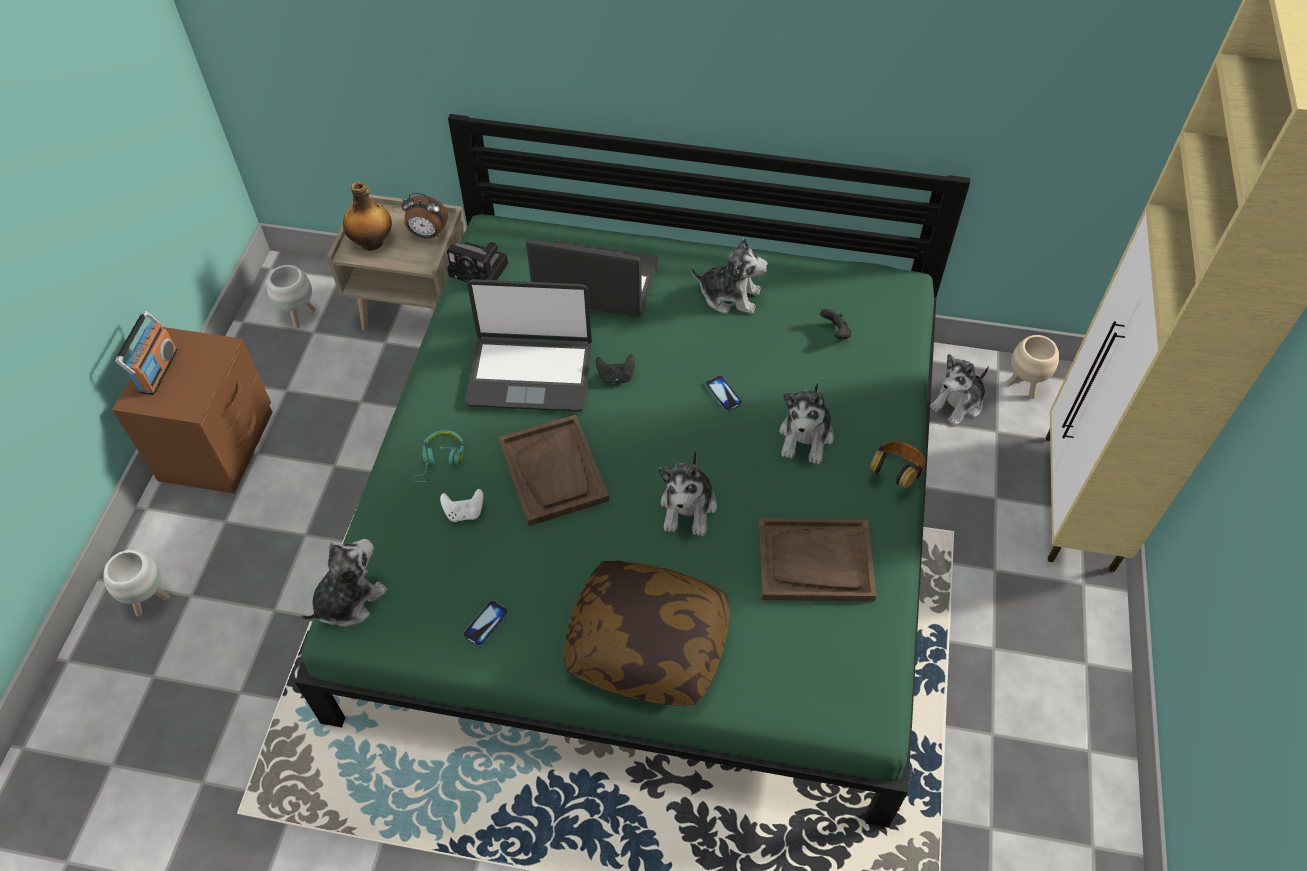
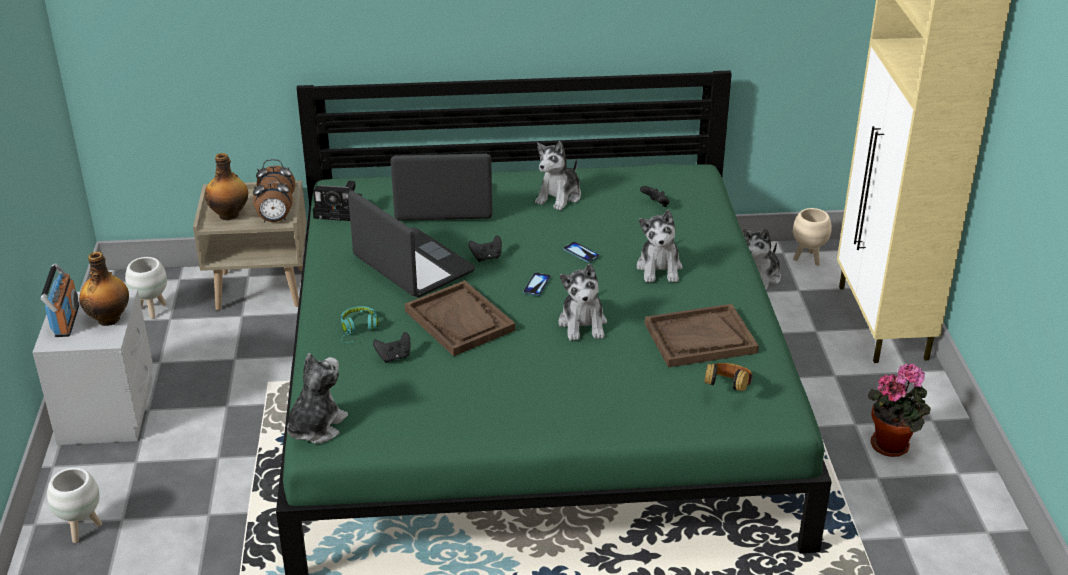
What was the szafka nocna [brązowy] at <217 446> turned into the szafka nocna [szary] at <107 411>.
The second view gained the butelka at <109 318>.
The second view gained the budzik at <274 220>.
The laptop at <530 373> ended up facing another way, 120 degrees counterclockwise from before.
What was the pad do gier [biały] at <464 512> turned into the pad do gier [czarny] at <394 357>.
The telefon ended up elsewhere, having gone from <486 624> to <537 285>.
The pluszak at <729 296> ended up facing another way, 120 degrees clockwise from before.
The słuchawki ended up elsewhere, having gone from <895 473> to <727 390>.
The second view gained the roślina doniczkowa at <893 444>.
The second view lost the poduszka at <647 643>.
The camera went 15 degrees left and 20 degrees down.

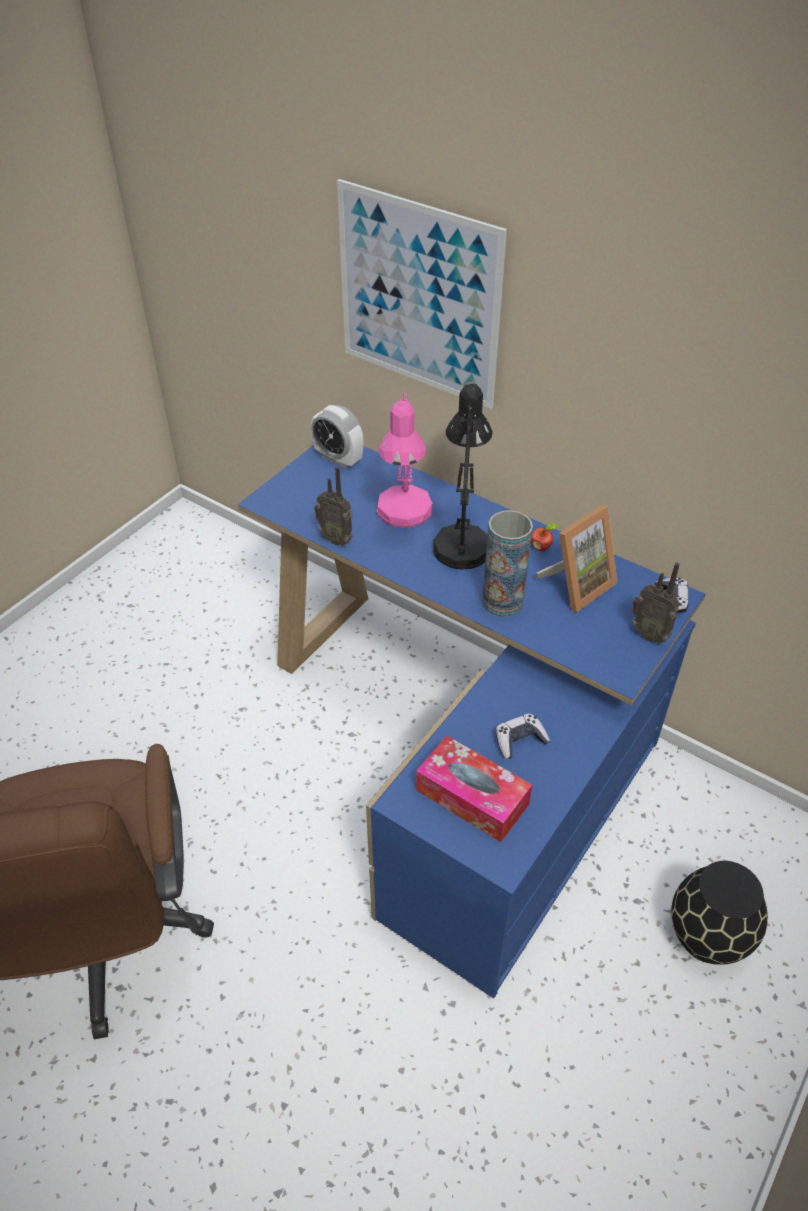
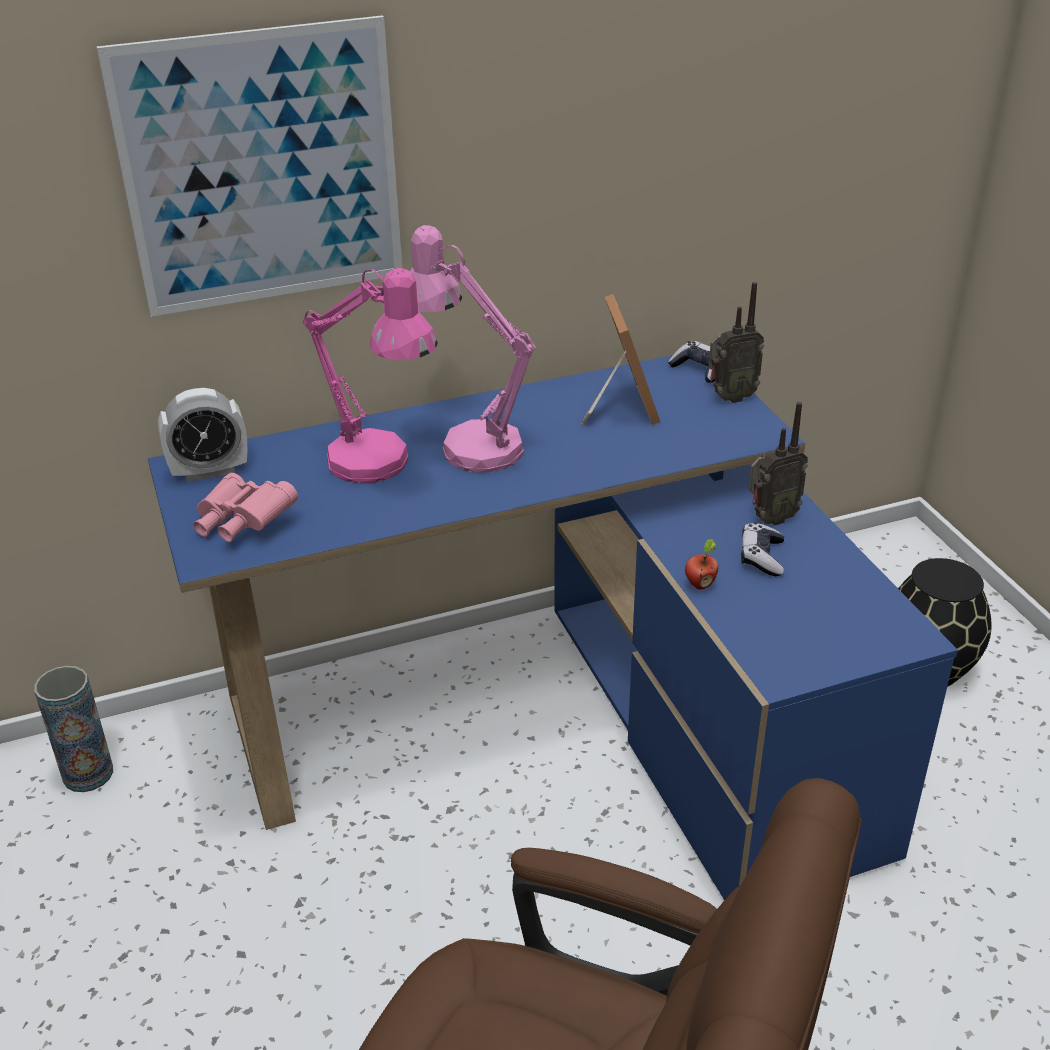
The wazon ended up elsewhere, having gone from <502 602> to <88 773>.
The second view gained the lornetka [różowy] at <242 524>.
What was the lampa stołowa [czarny] at <462 540> turned into the lampa stołowa [różowy] at <469 444>.
The jabłko ended up elsewhere, having gone from <541 548> to <700 584>.
The radio ended up elsewhere, having gone from <337 539> to <770 519>.
The second view lost the pudełko chusteczek at <472 797>.
The camera went 55 degrees left and 10 degrees down.

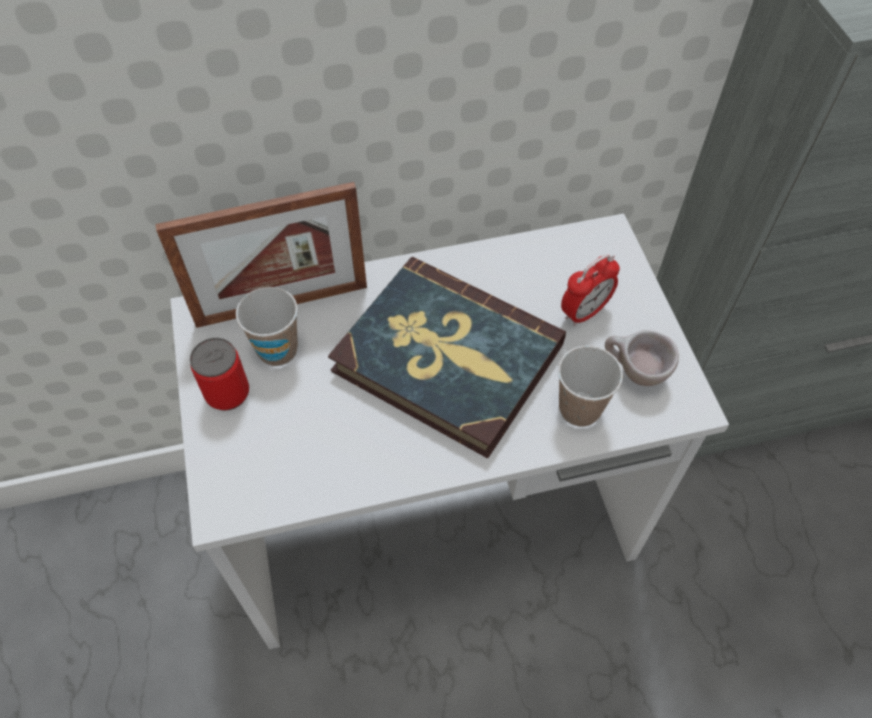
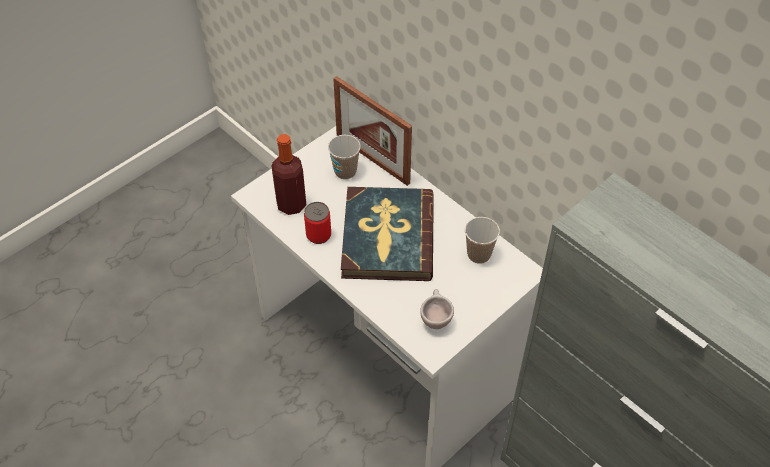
The second view gained the butelka at <291 204>.
The puszka ended up elsewhere, having gone from <227 393> to <318 235>.
The filiżanka ended up elsewhere, having gone from <579 409> to <479 254>.
The second view lost the budzik at <584 312>.
The camera went 60 degrees right and 5 degrees down.

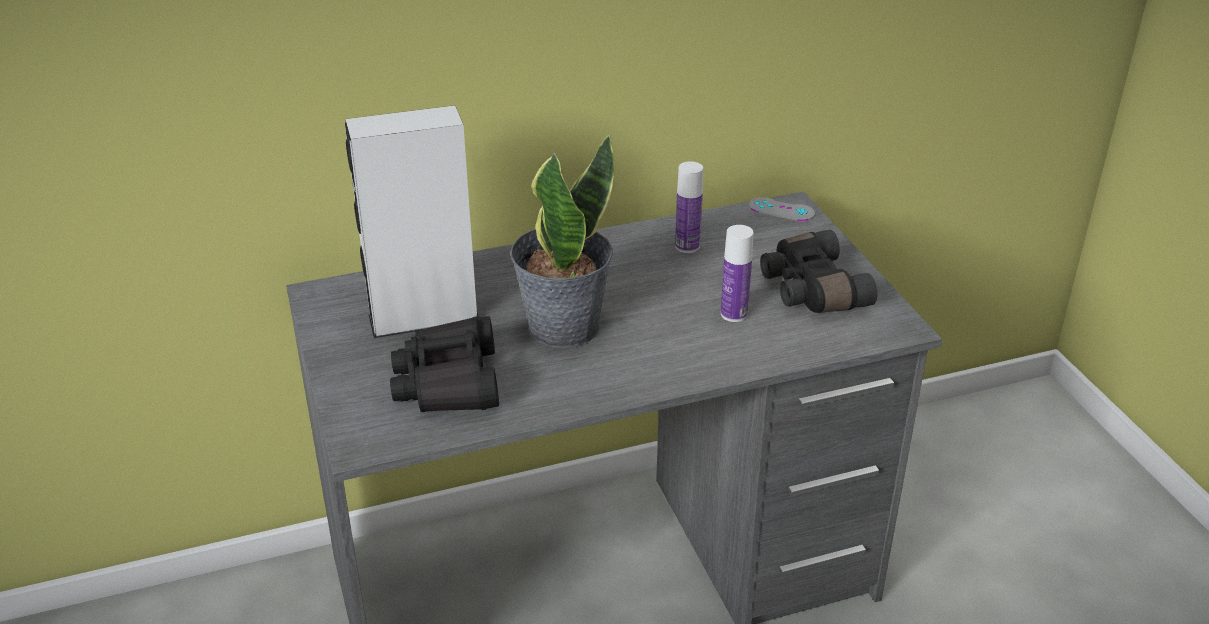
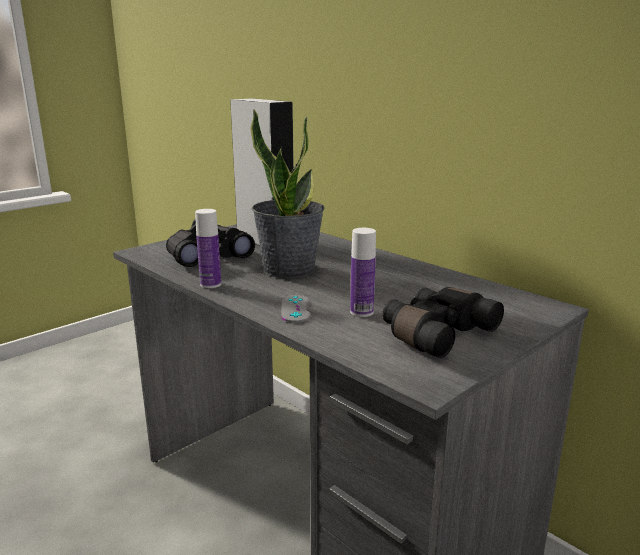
The butelka ended up elsewhere, having gone from <687 246> to <210 284>.
The pad do gier [szary] ended up elsewhere, having gone from <781 210> to <295 309>.
The camera went 65 degrees right and 15 degrees down.

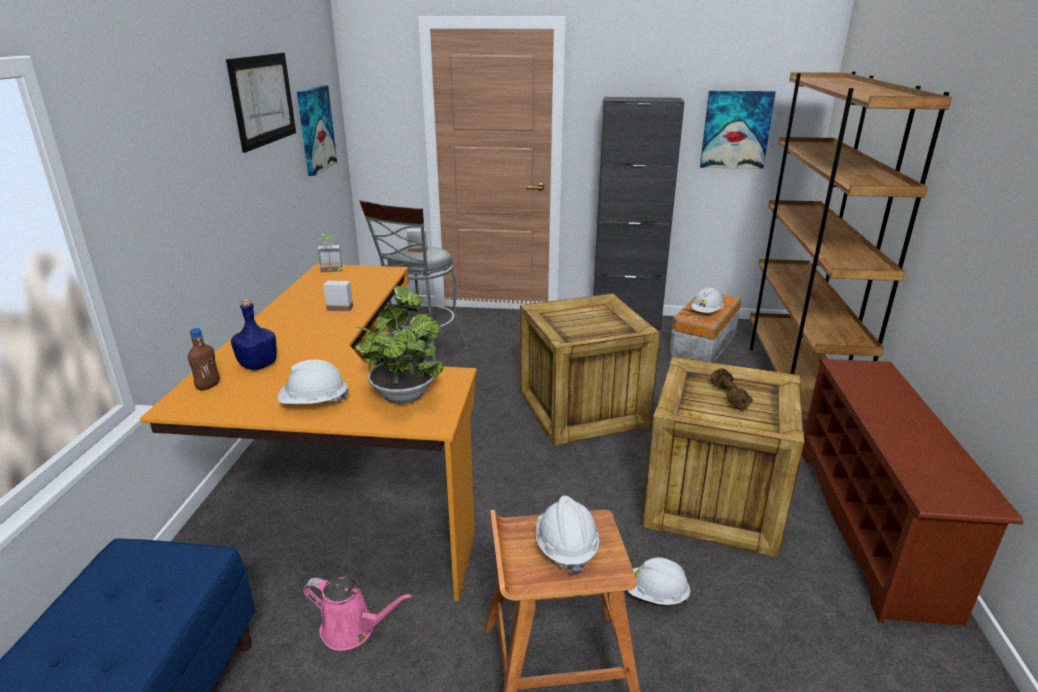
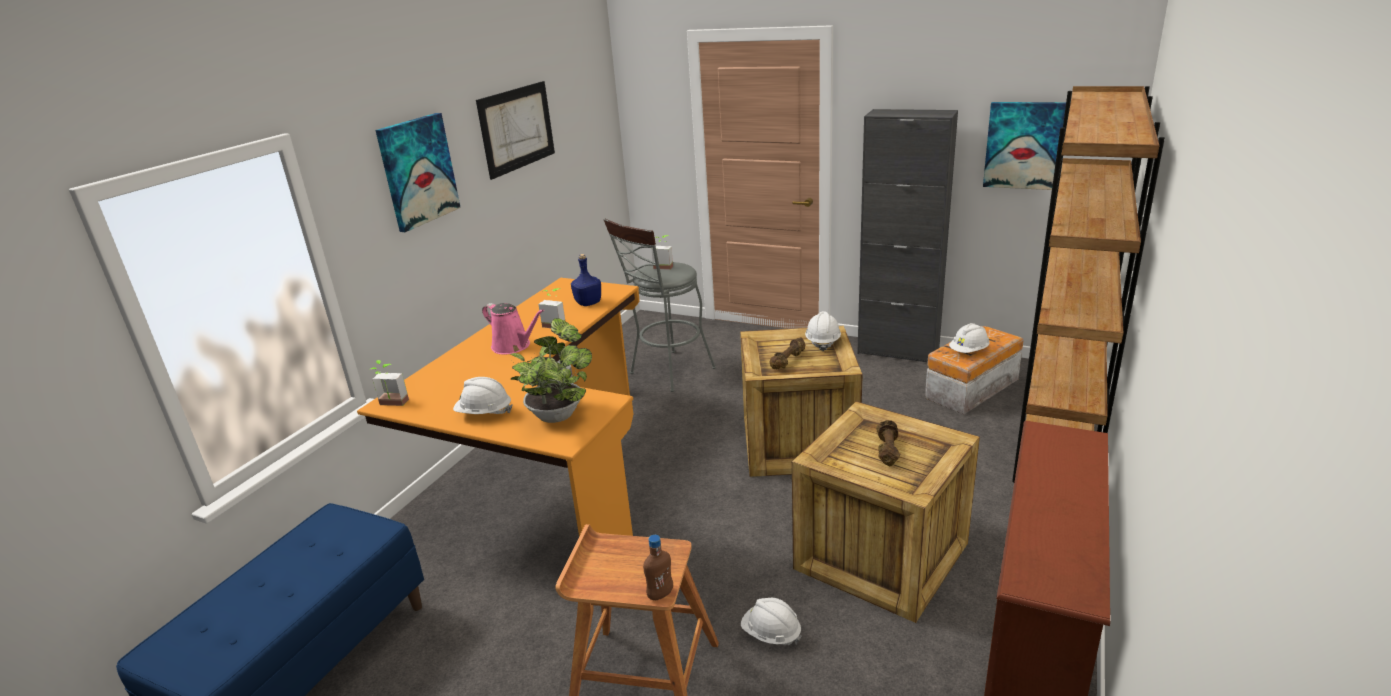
The roślina doniczkowa ended up elsewhere, having gone from <331 271> to <391 405>.
The obraz ended up elsewhere, having gone from <315 129> to <418 171>.
The konewka [różowy] ended up elsewhere, having gone from <353 629> to <514 346>.
The butelka [niebieski] ended up elsewhere, having gone from <257 365> to <588 303>.
The butelka [brązowy] ended up elsewhere, having gone from <208 386> to <660 594>.
The second view gained the hantel [brązowy] at <788 361>.
The kask [biały] ended up elsewhere, having gone from <566 548> to <822 342>.
The camera went 20 degrees right and 0 degrees up.

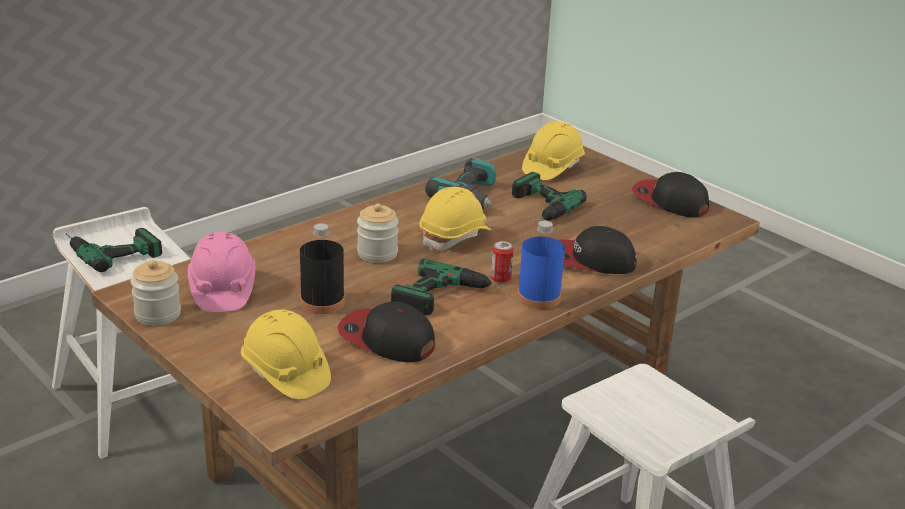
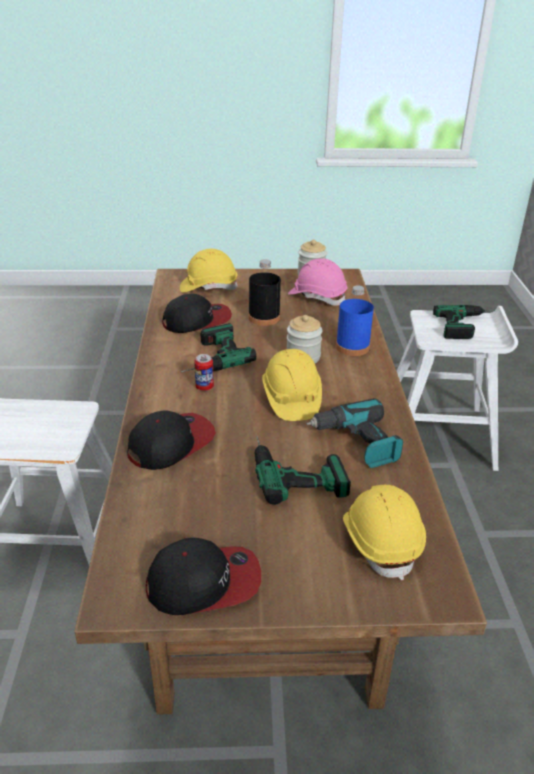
The butelka [niebieski] ended up elsewhere, having gone from <538 297> to <352 347>.
The camera went 130 degrees right and 5 degrees up.

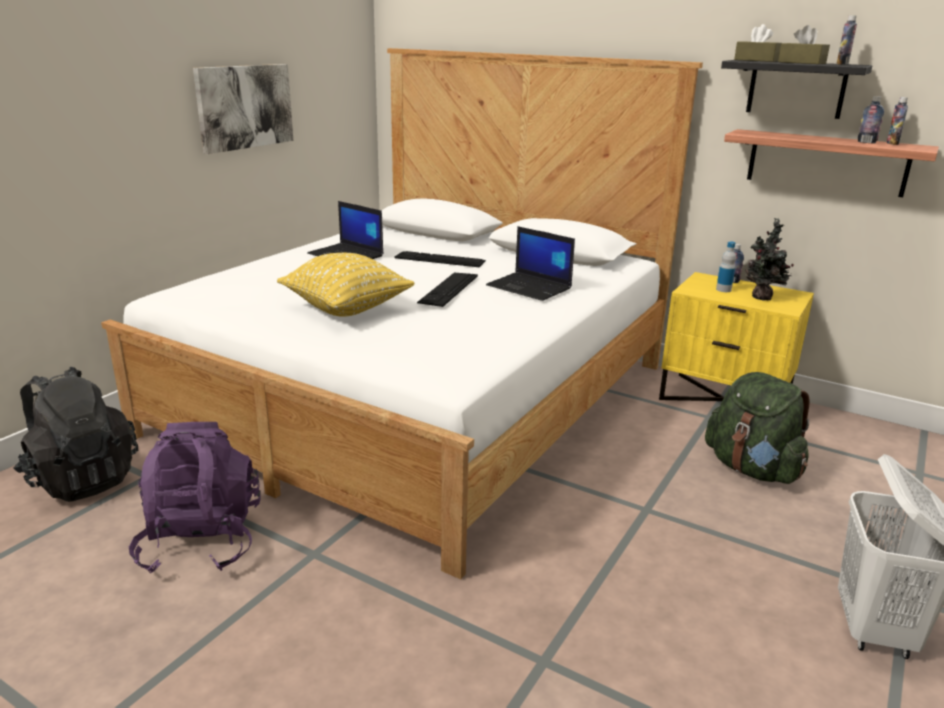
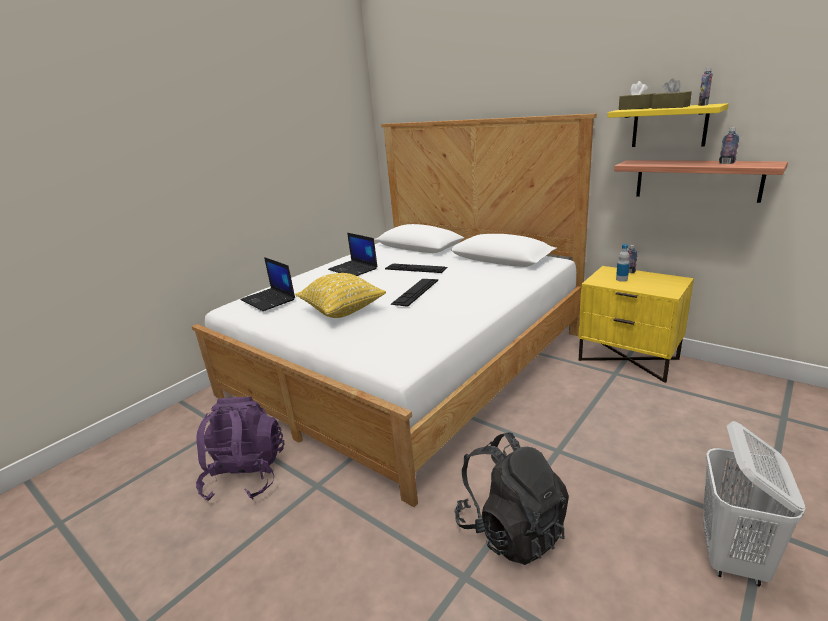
The laptop ended up elsewhere, having gone from <530 287> to <269 300>.
The plecak [czarny] ended up elsewhere, having gone from <82 479> to <511 530>.
What was the półka [czarny] at <796 89> turned into the półka [żółty] at <669 126>.
The second view lost the obraz at <244 106>.
The second view lost the plecak [zielony] at <752 469>.
The second view lost the roślina doniczkowa at <762 298>.
The second view lost the butelka at <892 143>.
The camera went 10 degrees right and 0 degrees up.

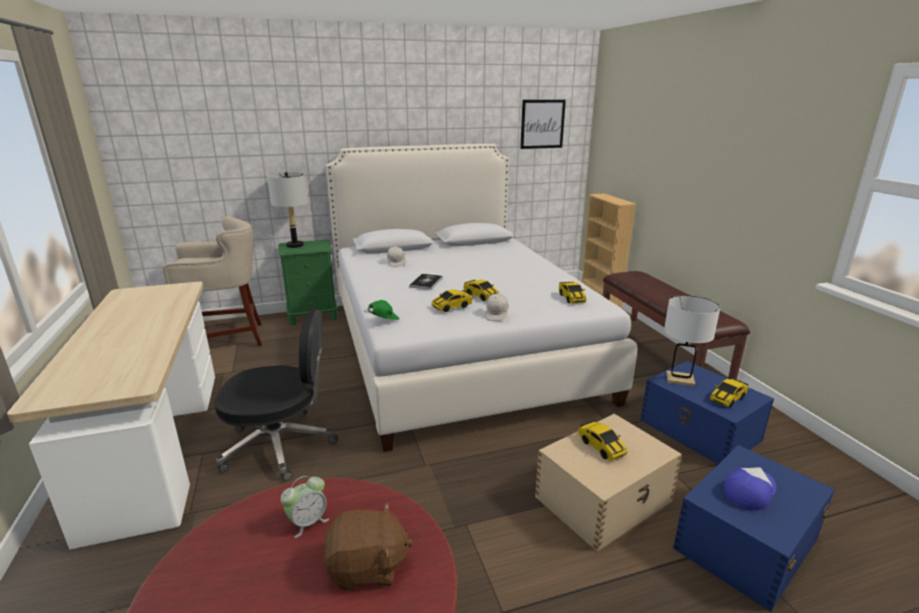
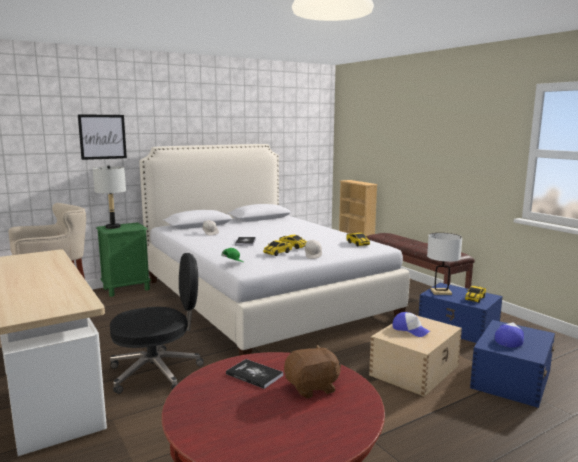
The obraz ended up elsewhere, having gone from <542 124> to <102 137>.
Where the budzik stood at <308 522>, the książka came to stand at <254 374>.
Where the samochodzik stood at <601 447>, the czapka z daszkiem came to stand at <410 330>.
The camera went 15 degrees left and 10 degrees down.

